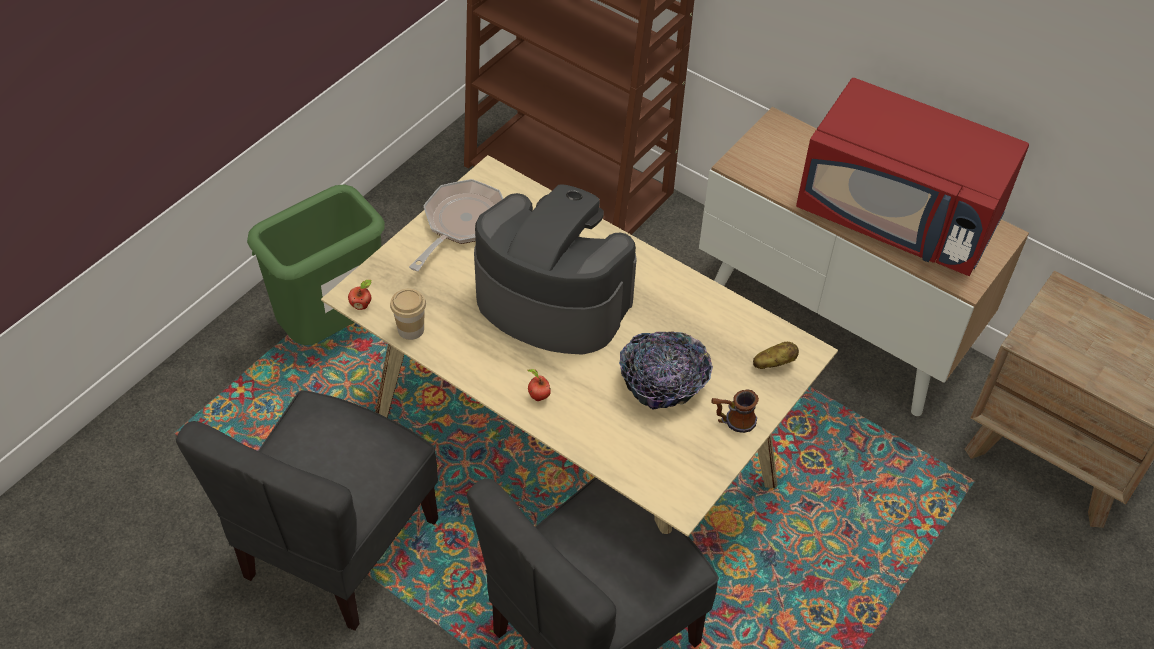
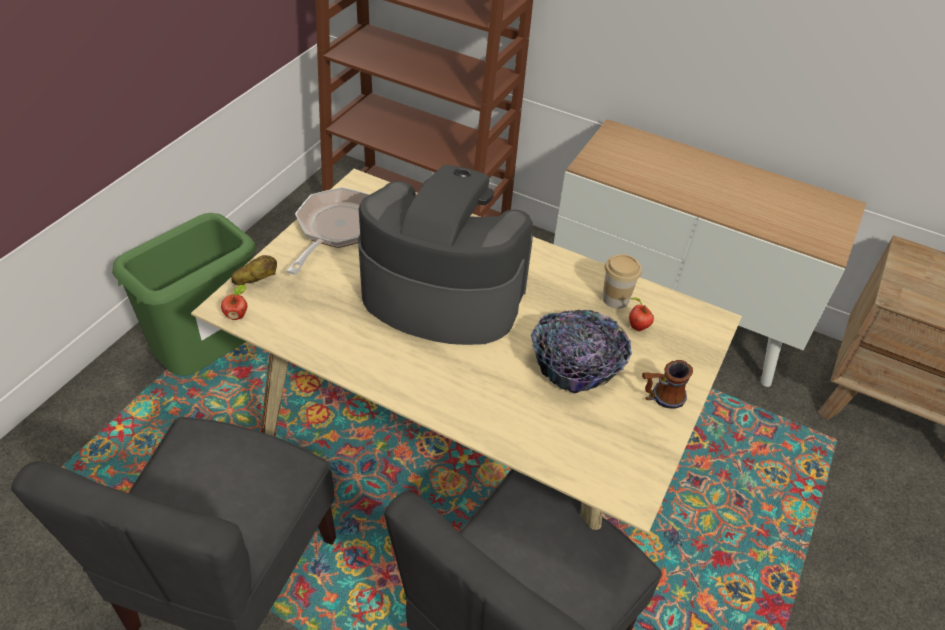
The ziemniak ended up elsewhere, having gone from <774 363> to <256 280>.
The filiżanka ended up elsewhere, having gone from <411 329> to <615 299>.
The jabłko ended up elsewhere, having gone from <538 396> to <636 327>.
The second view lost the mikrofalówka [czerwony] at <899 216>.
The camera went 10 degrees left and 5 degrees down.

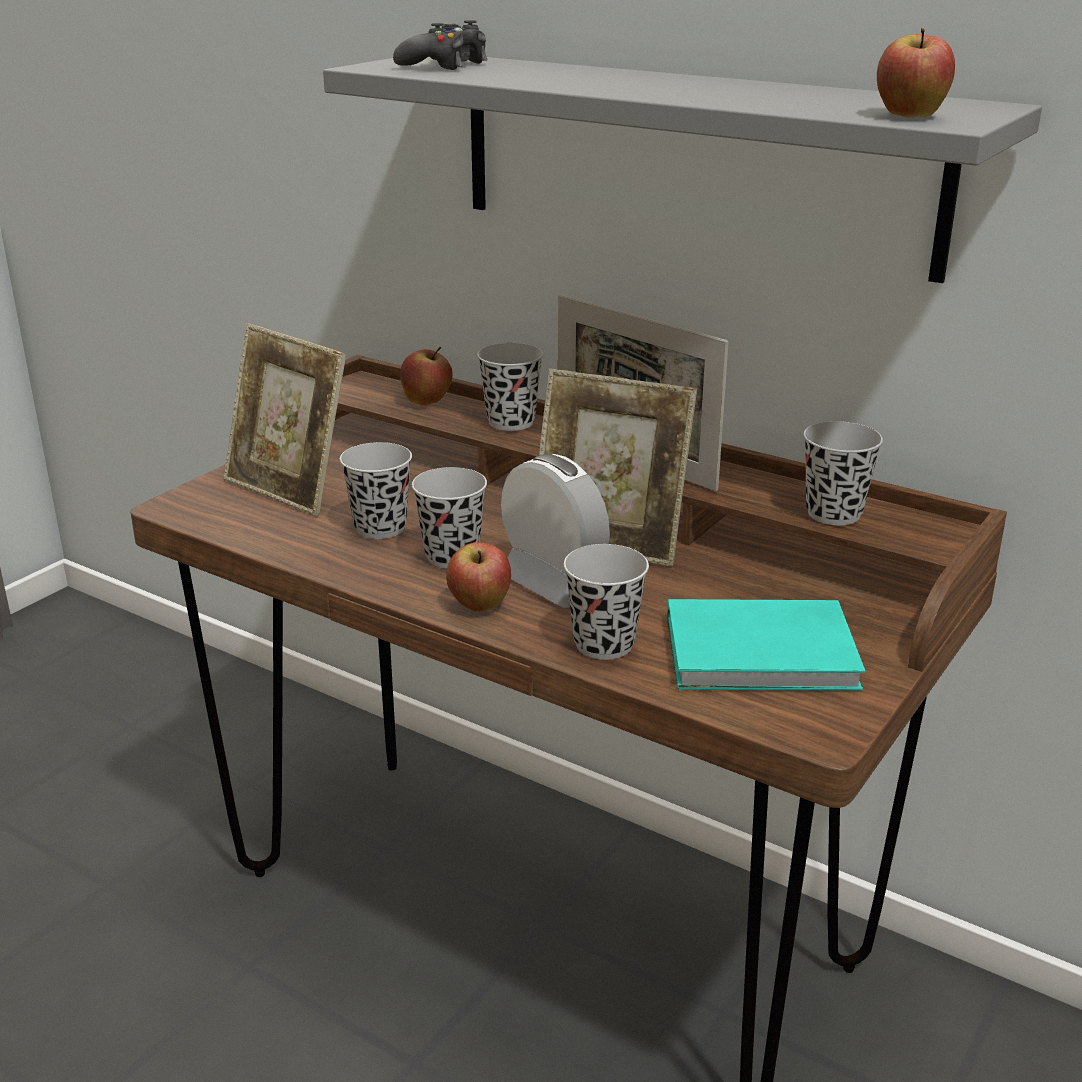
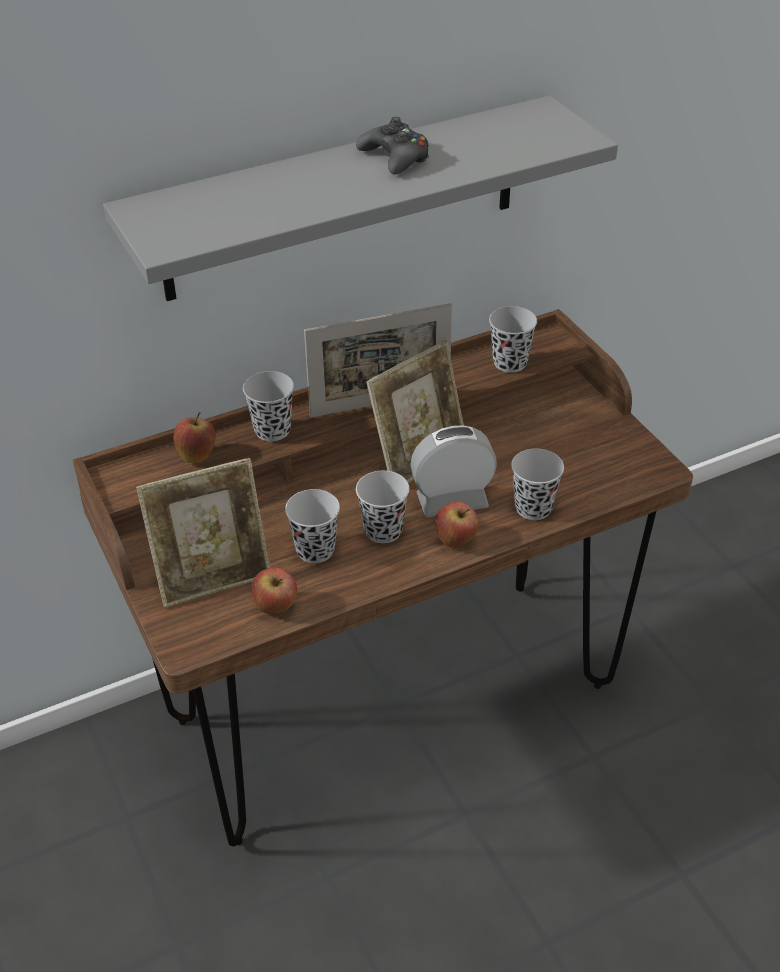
The jabłko ended up elsewhere, having gone from <910 116> to <276 608>.
The pad do gier [czarny] ended up elsewhere, having gone from <444 65> to <395 158>.
The second view lost the książka [turkusowy] at <766 654>.
The camera went 60 degrees left and 15 degrees up.

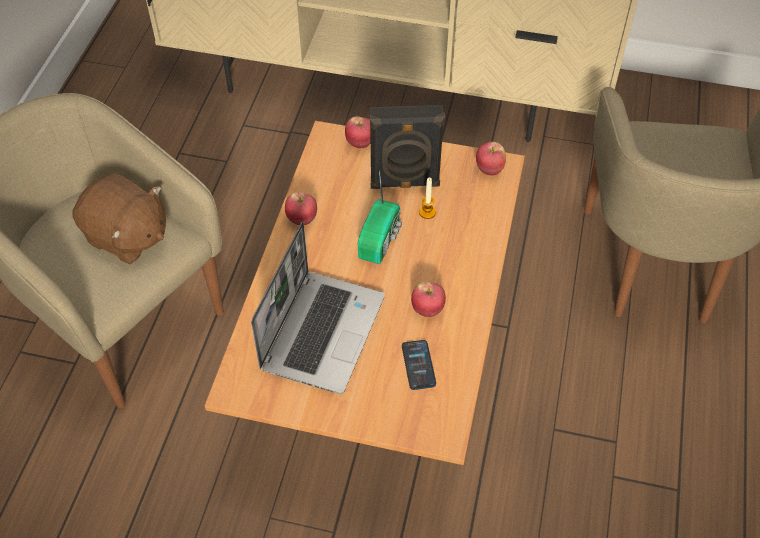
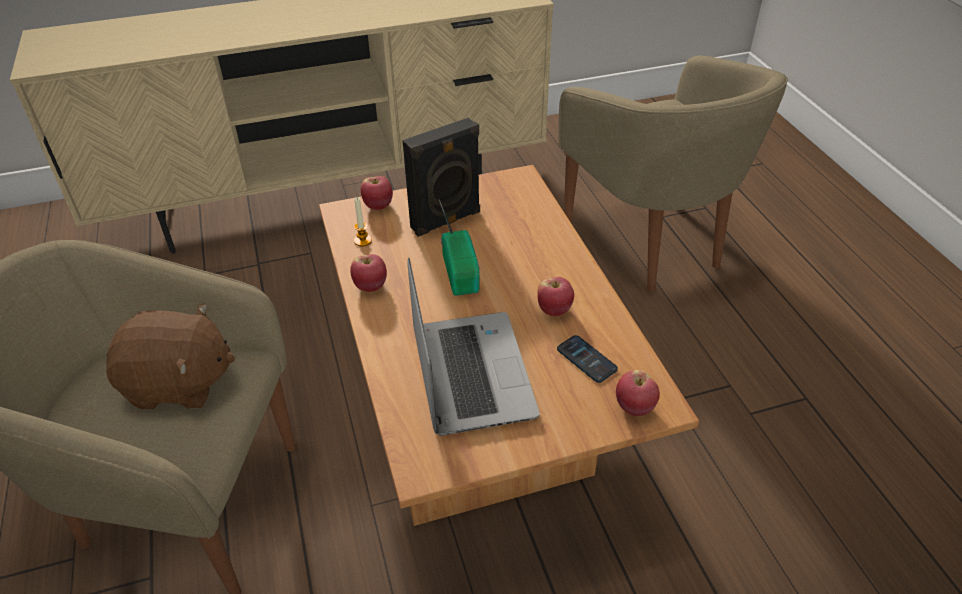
The świeca ended up elsewhere, having gone from <427 212> to <363 240>.
The jabłko ended up elsewhere, having gone from <489 169> to <634 407>.
The camera went 30 degrees left and 10 degrees down.

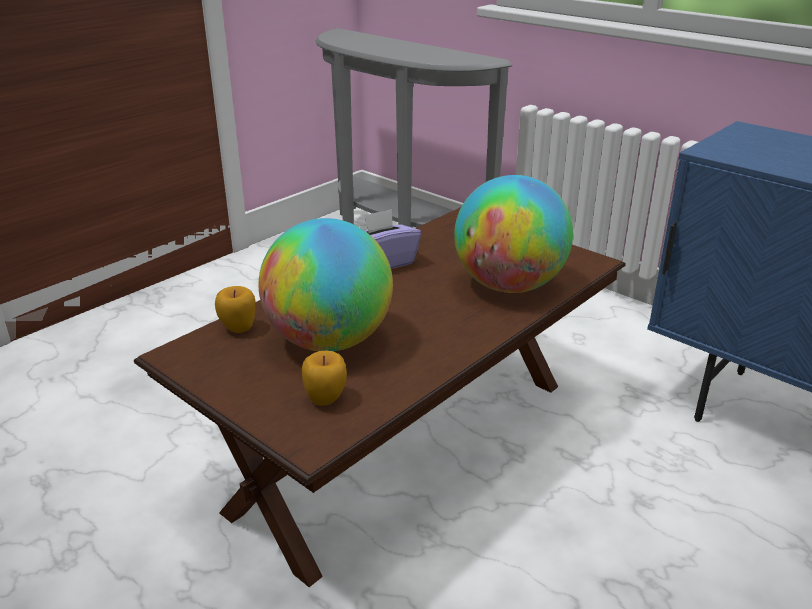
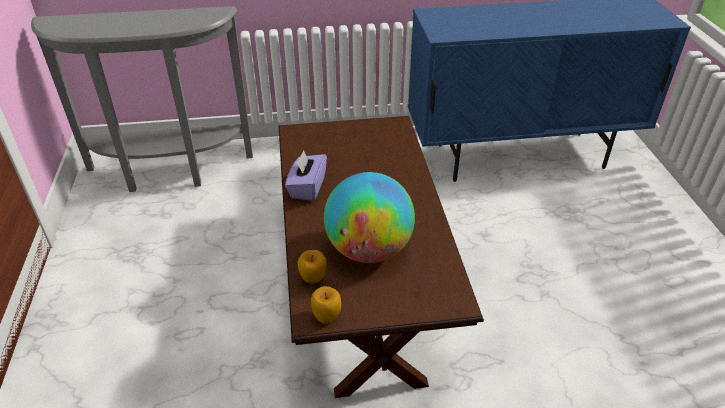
The jabłko ended up elsewhere, having gone from <325 400> to <327 317>.
The second view lost the globus at <508 286>.
The camera went 50 degrees left and 10 degrees up.

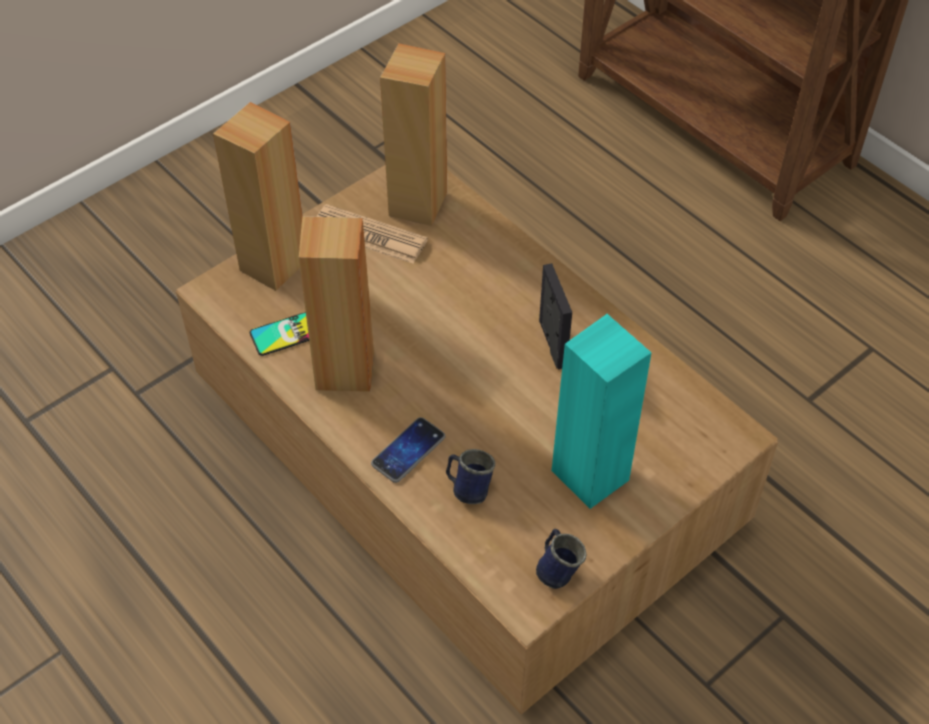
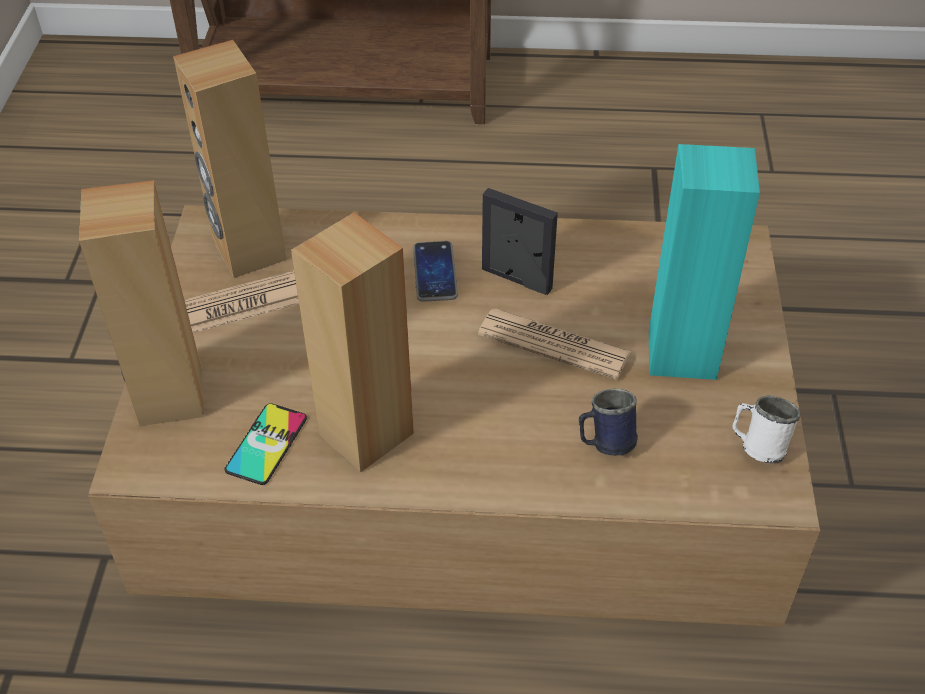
The telefon ended up elsewhere, having gone from <408 450> to <435 272>.
The second view gained the gazeta at <554 344>.
What was the kubek [niebieski] at <557 569> turned into the kubek [biały] at <757 446>.
The camera went 45 degrees left and 5 degrees down.

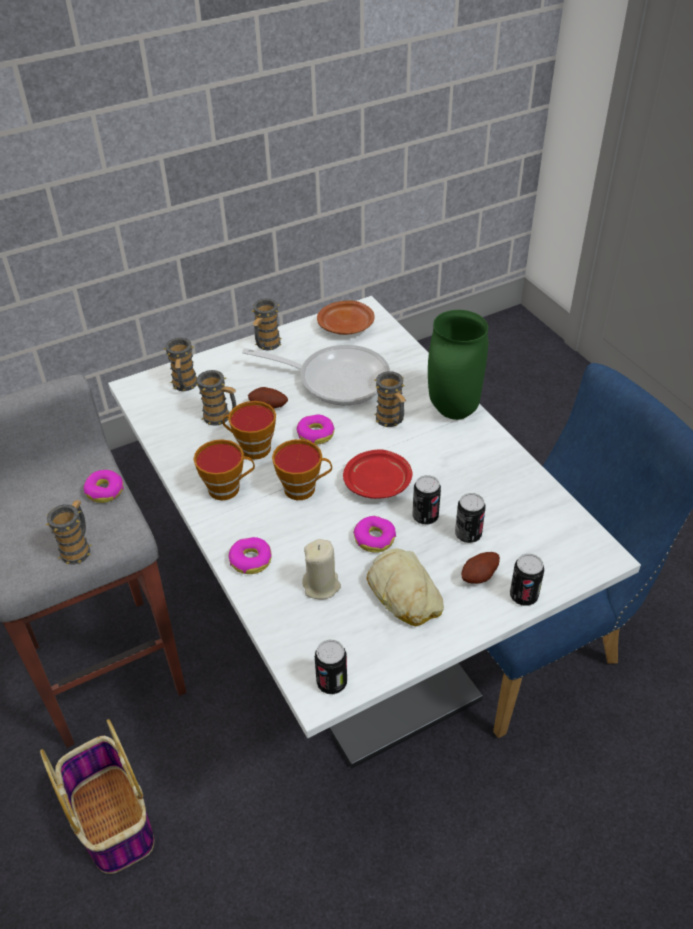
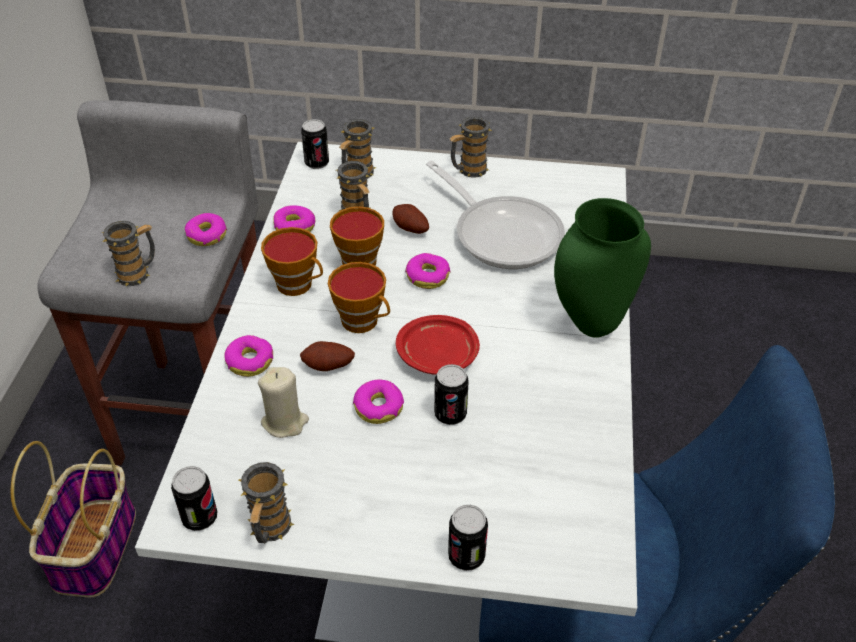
The kubek ended up elsewhere, having gone from <391 421> to <269 531>.
The second view gained the donut at <295 227>.
The ziemniak ended up elsewhere, having gone from <480 576> to <328 367>.
The puszka ended up elsewhere, having gone from <468 534> to <317 163>.
The second view lost the talerz [brązowy] at <346 326>.
The second view lost the chleb at <404 594>.
The camera went 35 degrees right and 0 degrees up.

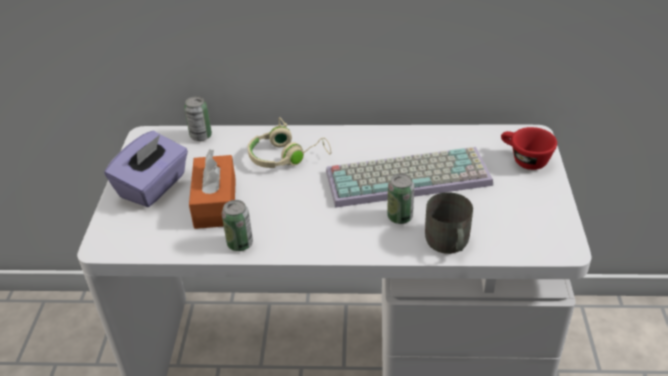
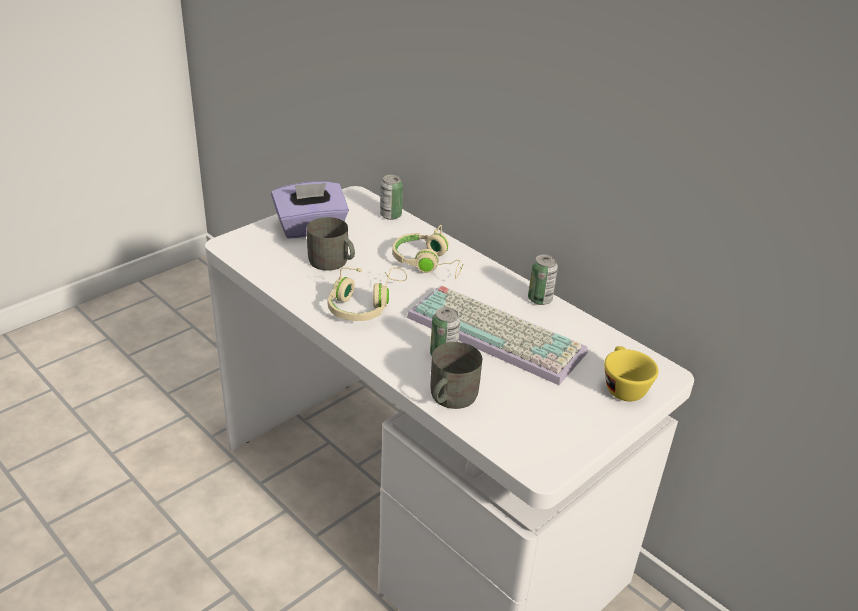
Where the pudełko chusteczek [pomarańczowy] stood at <215 203>, the kubek [szary] came to stand at <332 262>.
The second view gained the słuchawki [beżowy] at <364 304>.
The puszka ended up elsewhere, having gone from <240 244> to <539 299>.
What was the filiżanka [czerwony] at <524 160> turned into the filiżanka [żółty] at <622 386>.
The camera went 40 degrees right and 5 degrees down.

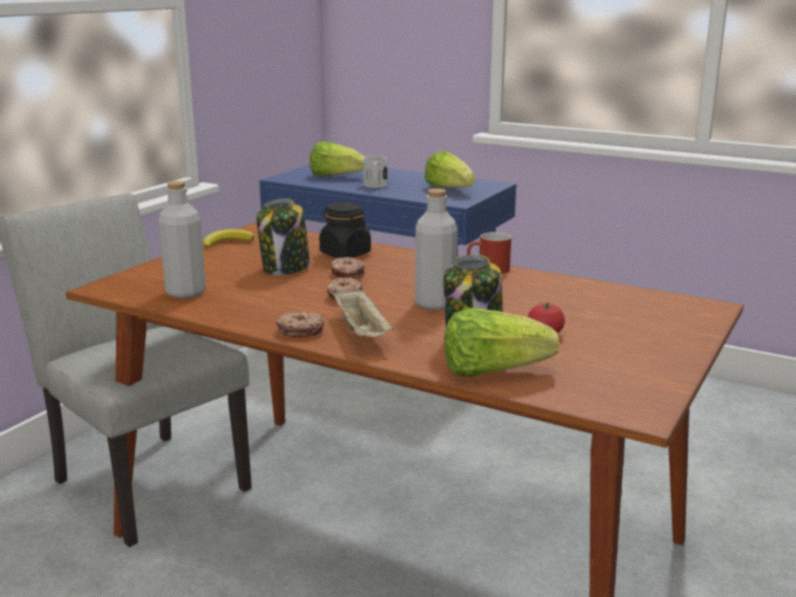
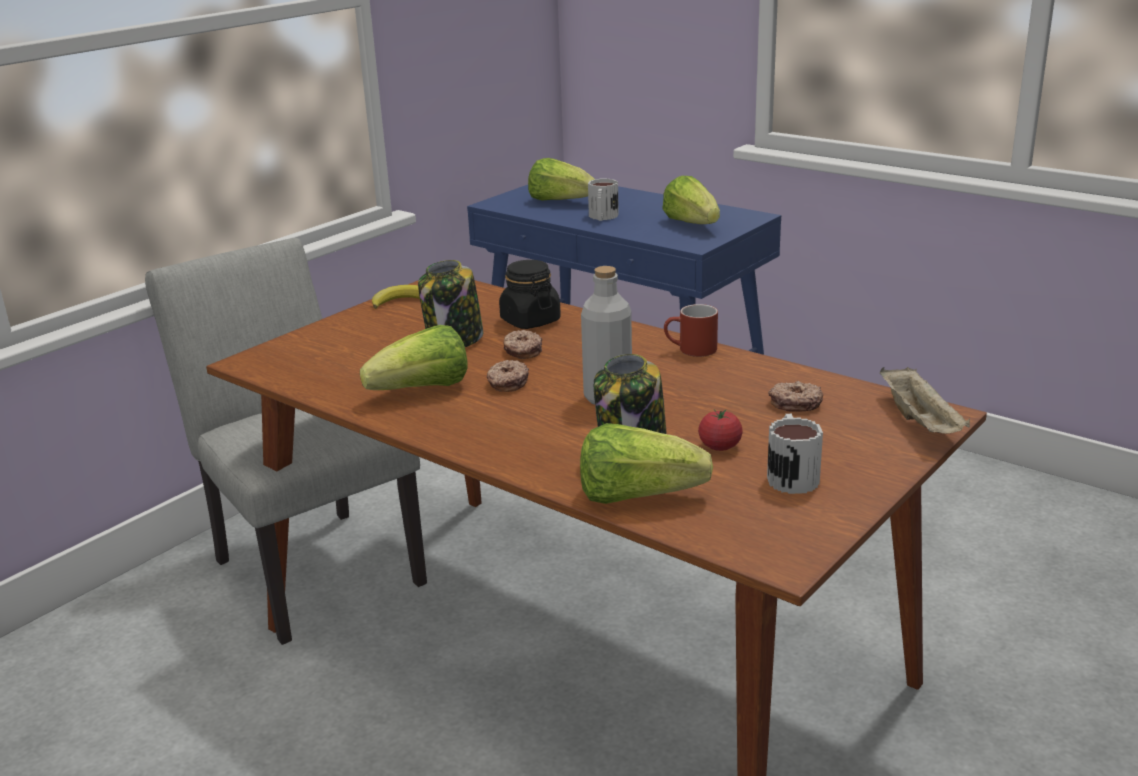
The second view gained the sałata at <423 390>.
The second view gained the kubek at <790 474>.
The donut ended up elsewhere, having gone from <300 331> to <795 403>.
The taca [beżowy] ended up elsewhere, having gone from <362 332> to <921 422>.
The second view lost the butelka [szary] at <185 292>.
The camera went 10 degrees right and 5 degrees up.

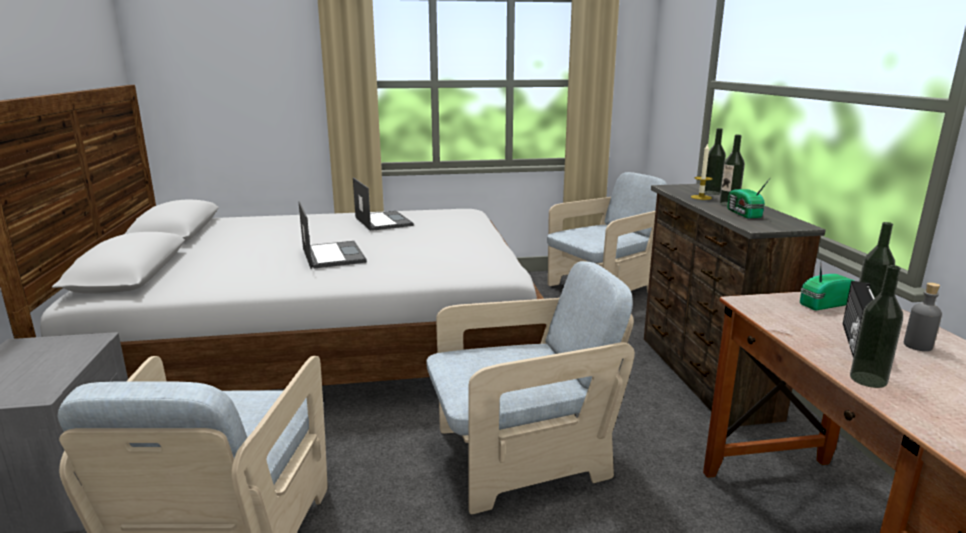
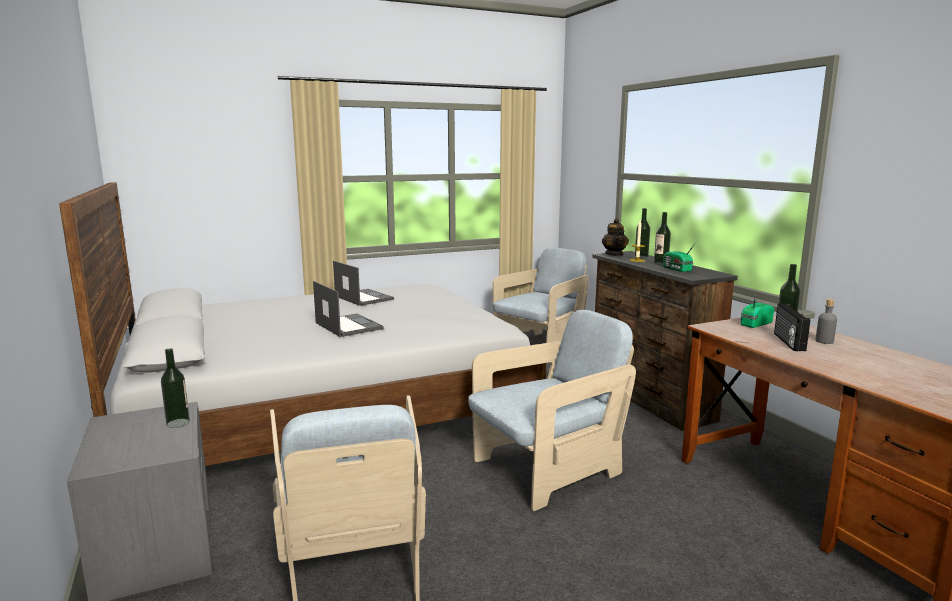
The butelka ended up elsewhere, having gone from <868 379> to <178 423>.
The second view gained the imbryk at <614 254>.
The camera went 15 degrees left and 5 degrees down.

